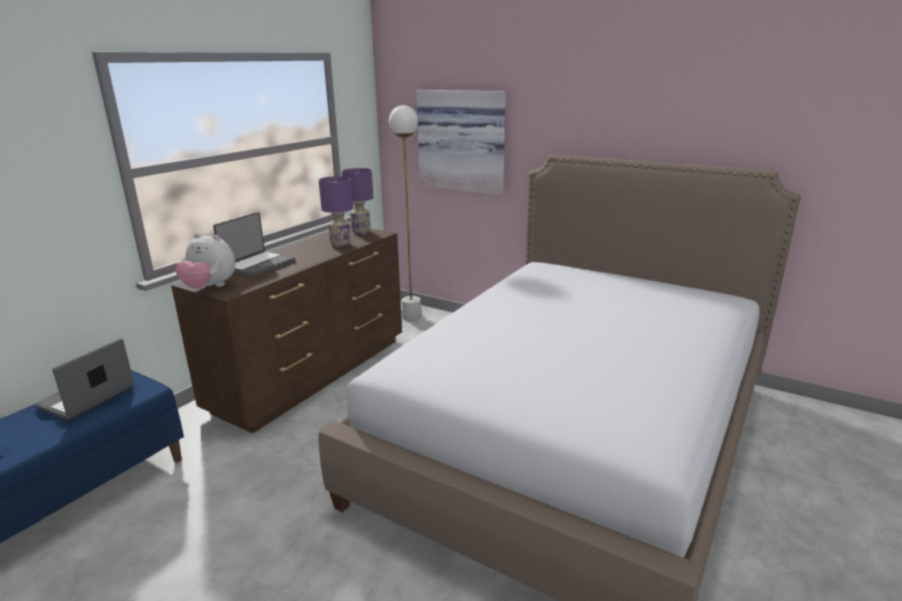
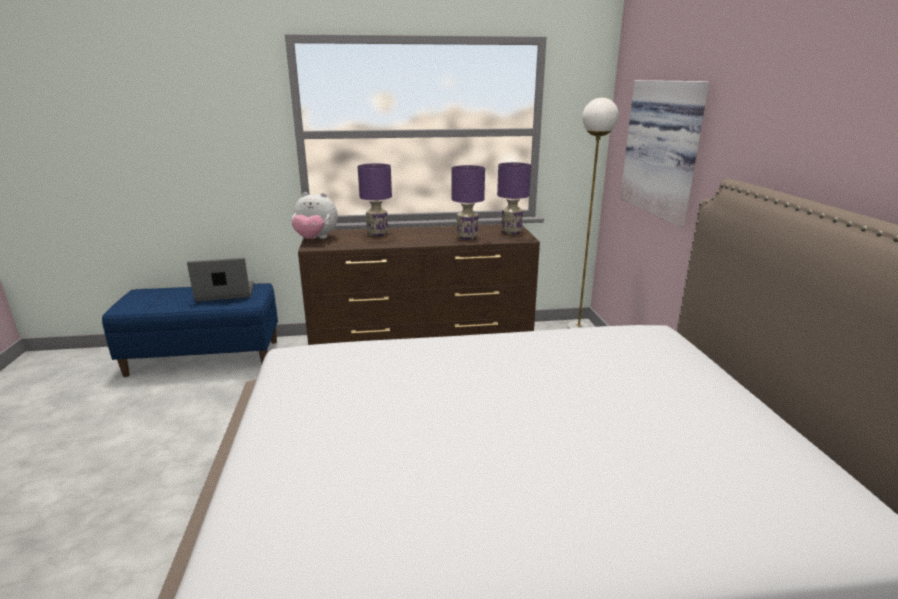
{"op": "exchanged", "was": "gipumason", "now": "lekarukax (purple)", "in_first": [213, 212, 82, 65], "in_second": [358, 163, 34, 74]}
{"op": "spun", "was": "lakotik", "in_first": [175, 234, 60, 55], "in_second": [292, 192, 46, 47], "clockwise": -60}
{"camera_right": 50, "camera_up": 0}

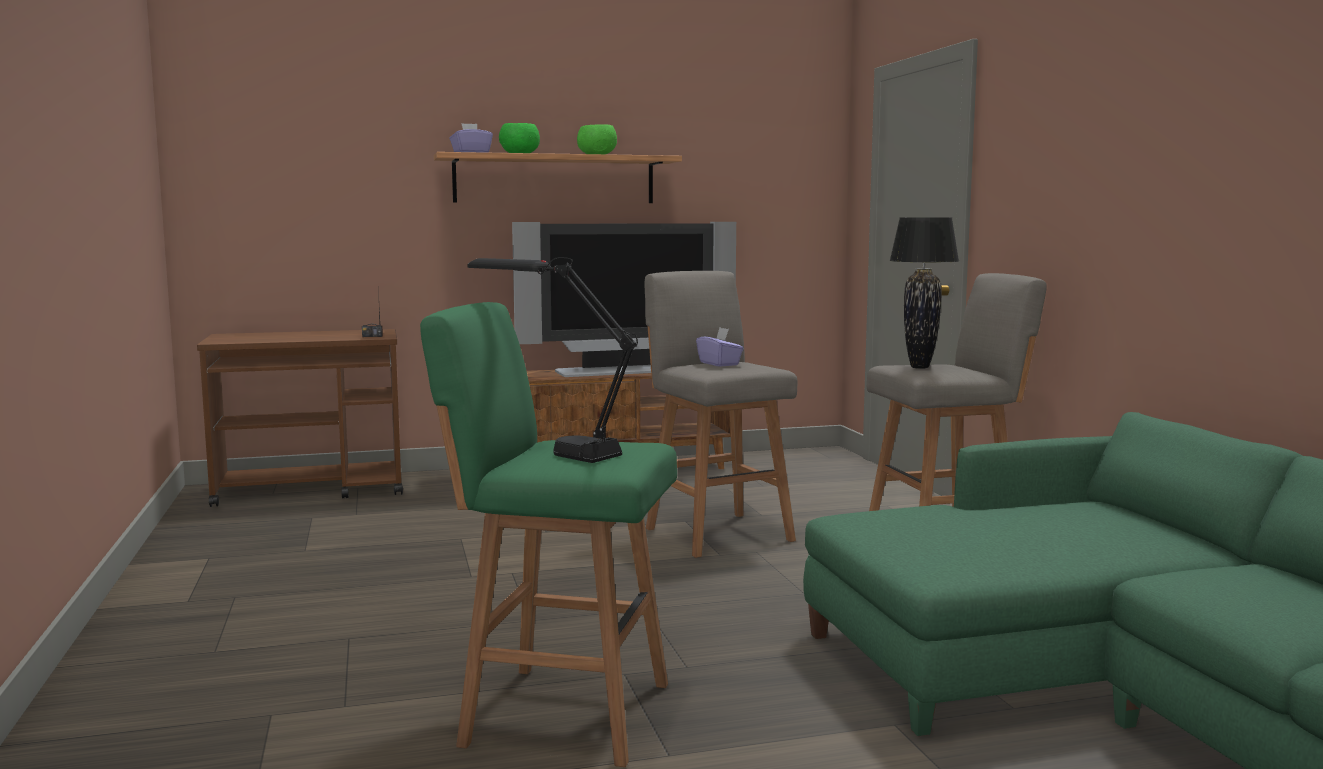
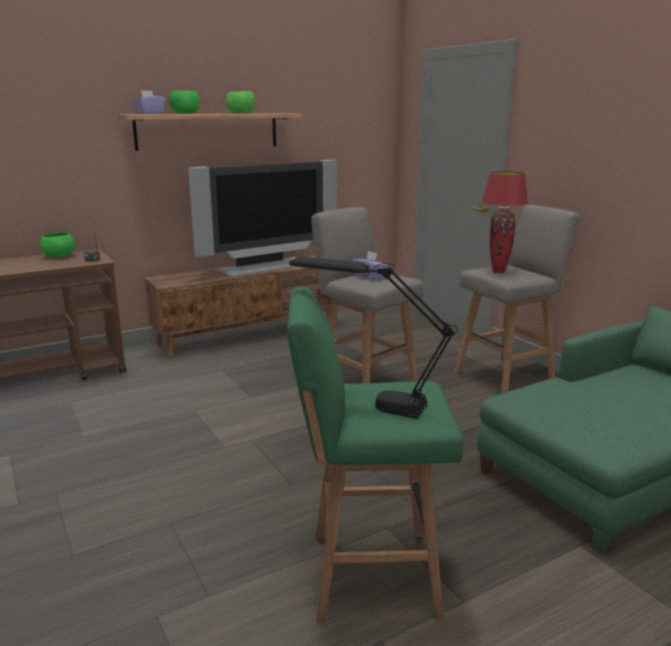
{"op": "colour", "was": "lekarukax (black)", "now": "lekarukax (red)", "in_first": [889, 217, 70, 152], "in_second": [482, 171, 46, 102]}
{"op": "appeared", "now": "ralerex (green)", "in_second": [40, 232, 35, 26]}
{"camera_right": -15, "camera_up": 10}

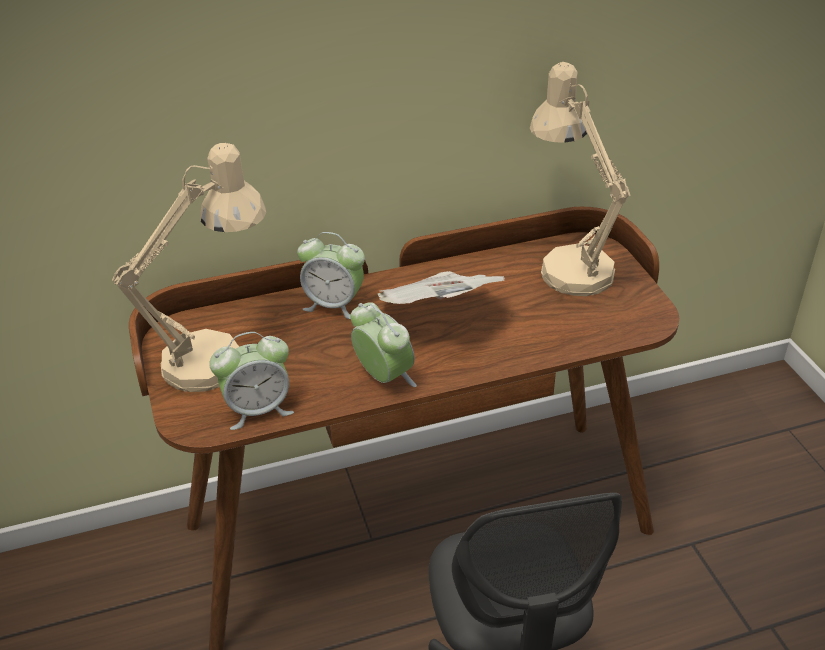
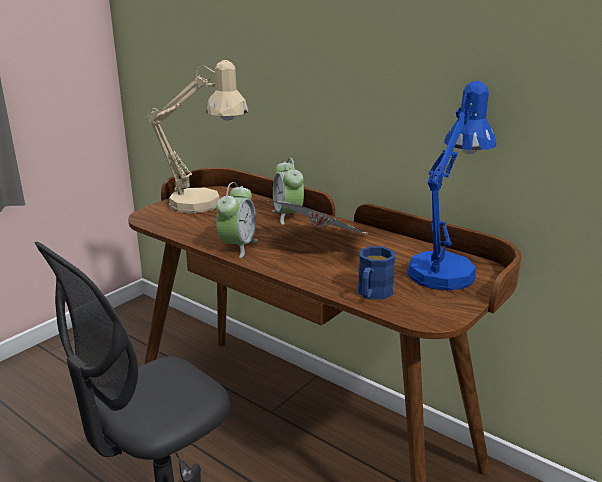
{"op": "colour", "was": "lekarukax (beige)", "now": "lekarukax (blue)", "in_first": [530, 62, 100, 234], "in_second": [407, 81, 89, 210]}
{"op": "missing", "was": "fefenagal", "in_first": [209, 332, 85, 98]}
{"op": "appeared", "now": "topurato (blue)", "in_second": [358, 246, 38, 53]}
{"camera_right": 55, "camera_up": -15}

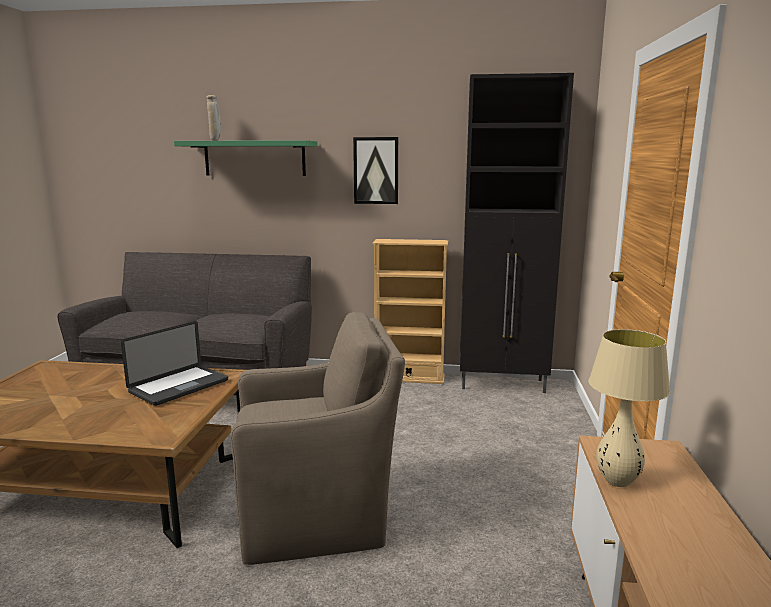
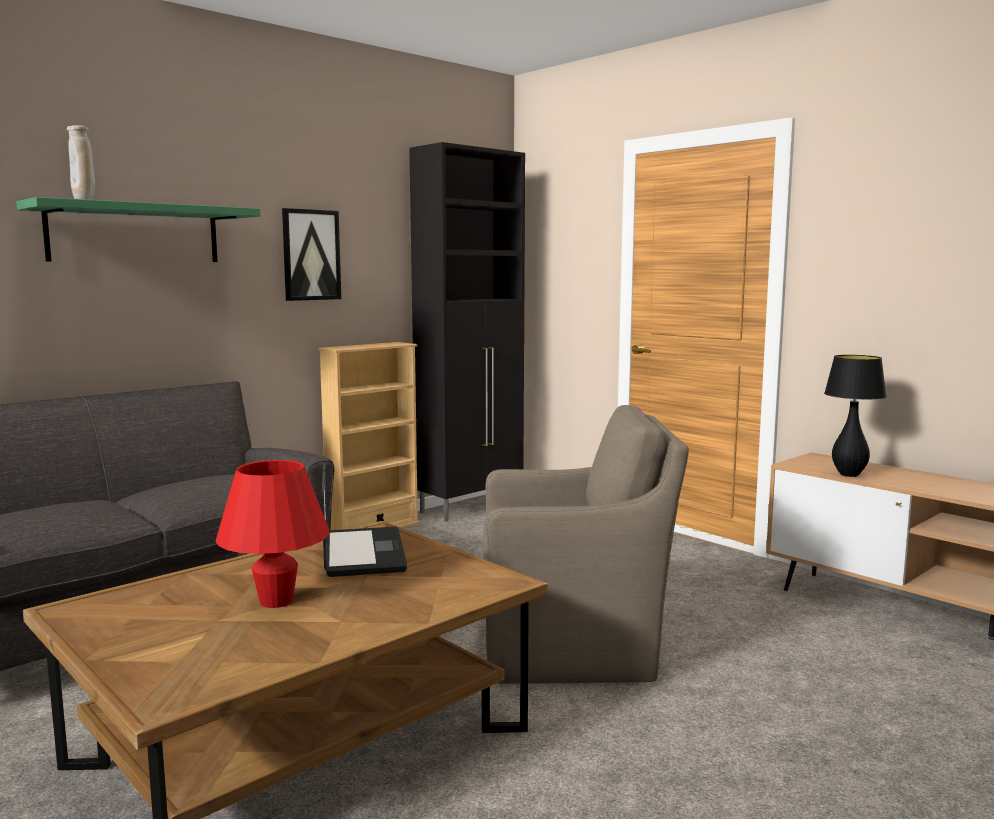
{"op": "spun", "was": "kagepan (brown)", "in_first": [231, 312, 174, 253], "in_second": [483, 405, 206, 279], "clockwise": 60}
{"op": "colour", "was": "lekarukax (beige)", "now": "lekarukax (black)", "in_first": [589, 329, 81, 158], "in_second": [824, 355, 63, 122]}
{"op": "appeared", "now": "lekarukax (red)", "in_second": [216, 460, 113, 148]}
{"camera_right": -50, "camera_up": -5}

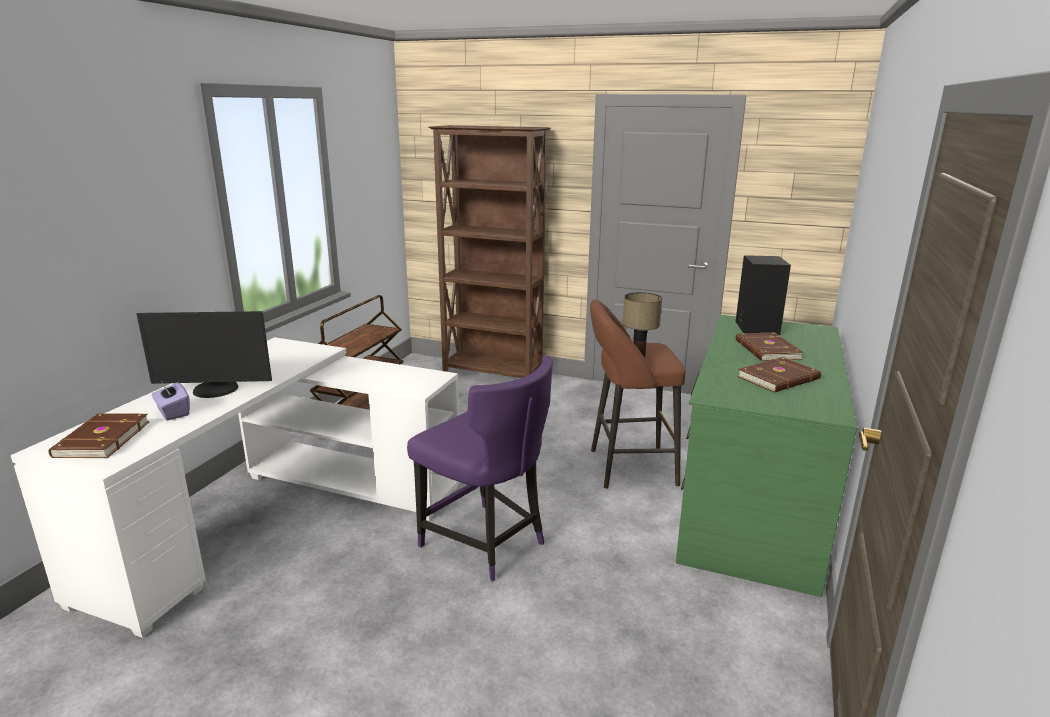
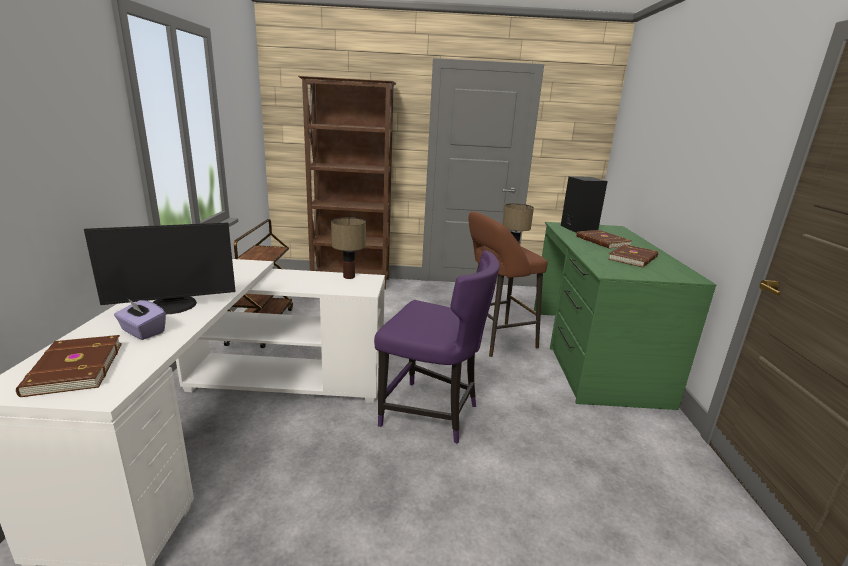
{"op": "appeared", "now": "lekarukax", "in_second": [331, 217, 35, 62]}
{"camera_right": -20, "camera_up": 0}

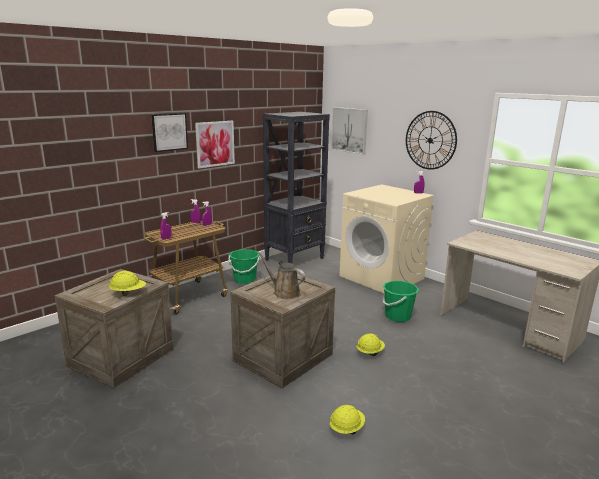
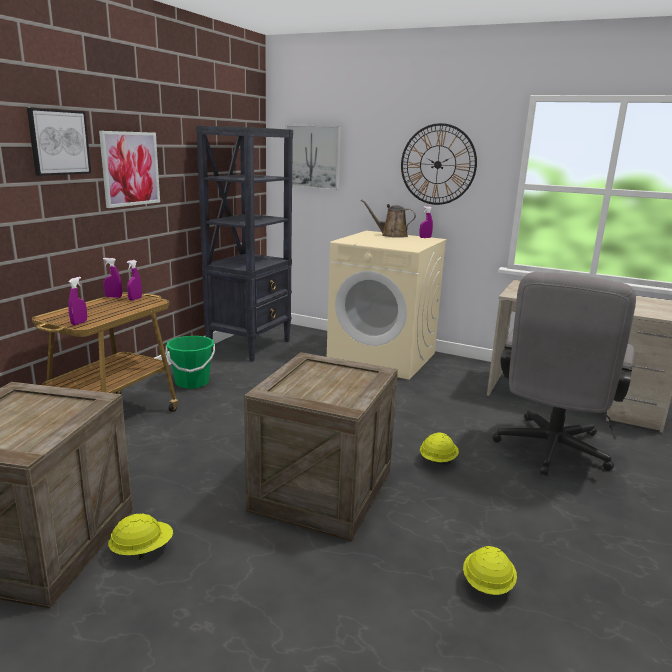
{"op": "relocated", "was": "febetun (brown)", "in_first": [257, 251, 49, 48], "in_second": [361, 199, 55, 39]}
{"op": "relocated", "was": "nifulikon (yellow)", "in_first": [109, 271, 37, 25], "in_second": [108, 513, 65, 47]}
{"op": "missing", "was": "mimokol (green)", "in_first": [383, 281, 36, 41]}
{"op": "appeared", "now": "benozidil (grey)", "in_second": [493, 272, 143, 204]}
{"camera_right": -20, "camera_up": 0}

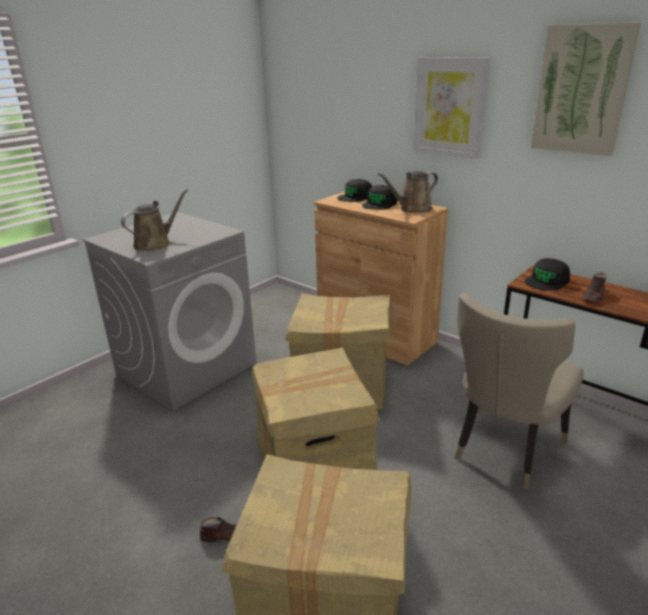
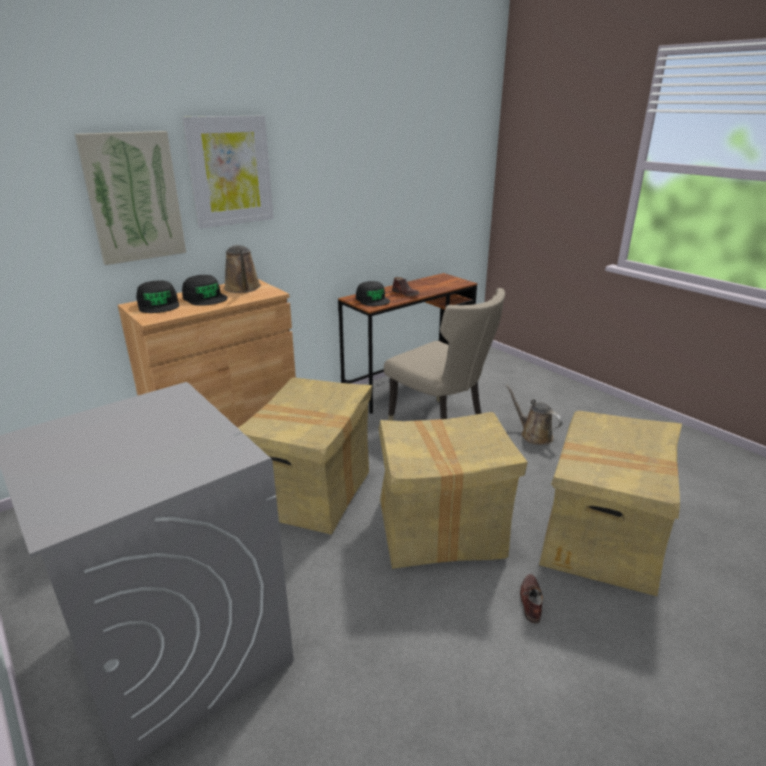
{"op": "relocated", "was": "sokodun", "in_first": [531, 22, 109, 134], "in_second": [75, 131, 111, 134]}
{"op": "relocated", "was": "febetun (brown)", "in_first": [121, 189, 67, 62], "in_second": [506, 385, 57, 60]}
{"camera_right": -80, "camera_up": 0}

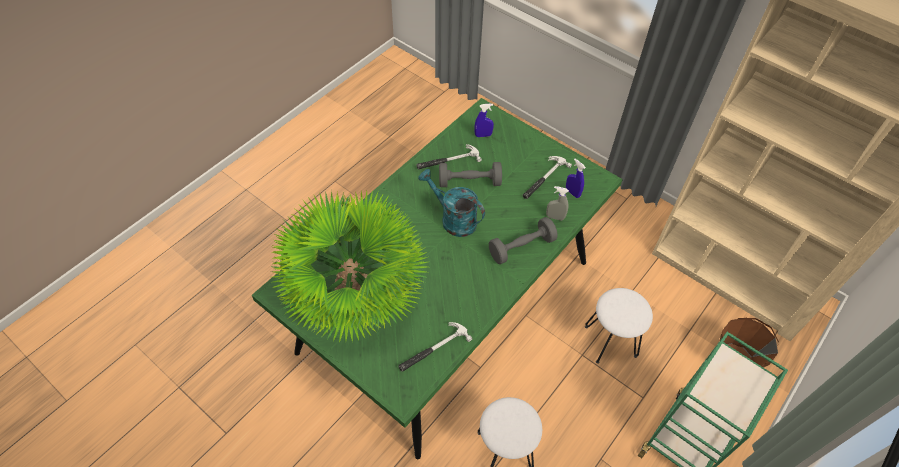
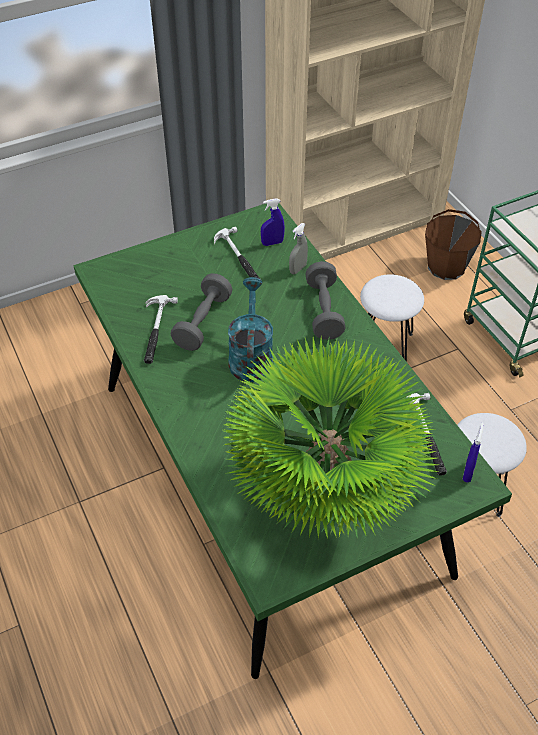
{"op": "relocated", "was": "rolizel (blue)", "in_first": [474, 104, 20, 33], "in_second": [463, 423, 21, 59]}
{"op": "spun", "was": "febetun (turquoise)", "in_first": [418, 169, 67, 68], "in_second": [228, 277, 45, 105], "clockwise": 120}
{"camera_right": -65, "camera_up": -5}

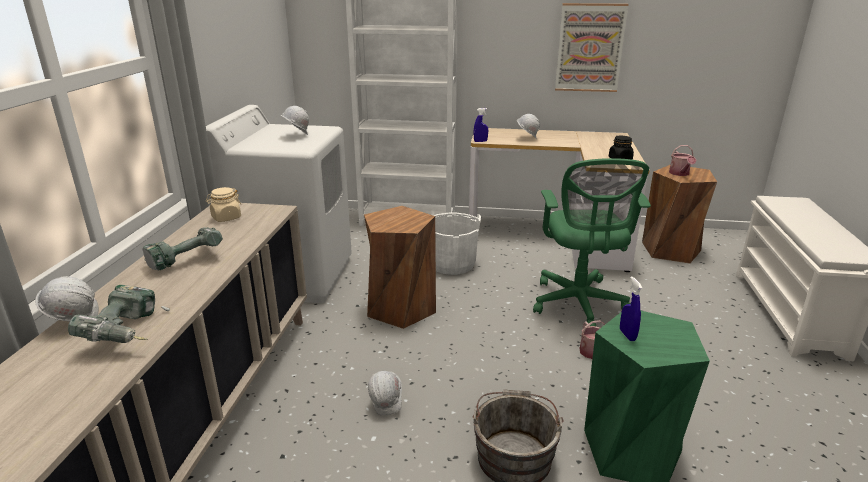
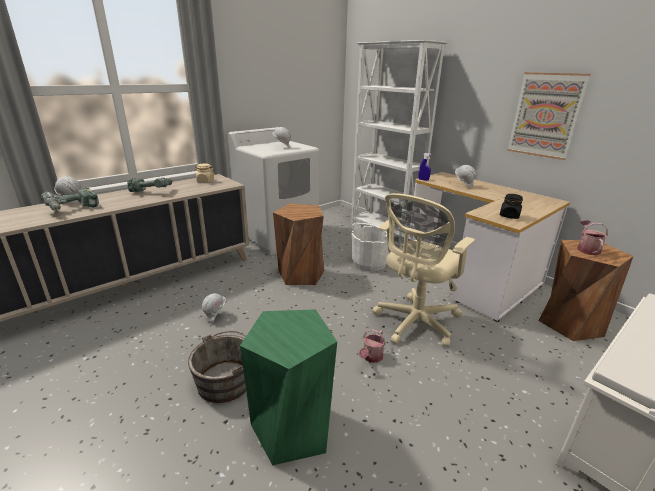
{"op": "spun", "was": "febetun", "in_first": [669, 145, 27, 31], "in_second": [577, 220, 31, 35], "clockwise": 150}
{"op": "colour", "was": "benozidil (green)", "now": "benozidil (beige)", "in_first": [533, 158, 118, 168], "in_second": [372, 193, 103, 154]}
{"op": "missing", "was": "rolizel (blue)", "in_first": [620, 276, 22, 65]}
{"camera_right": 40, "camera_up": 0}

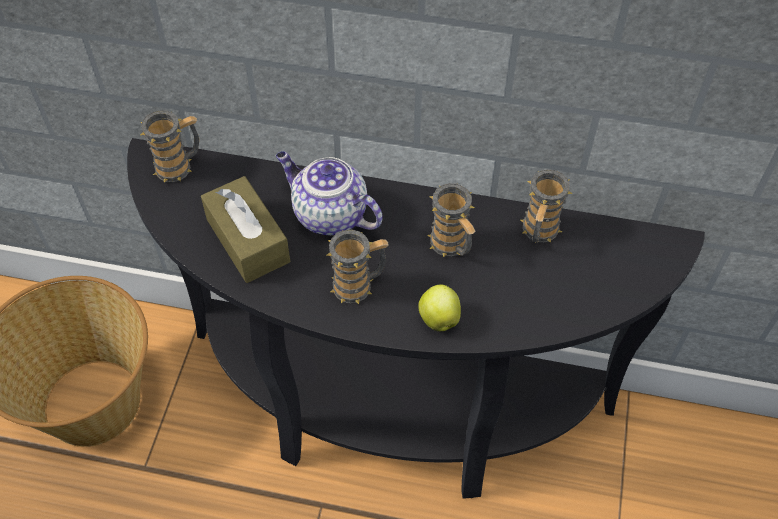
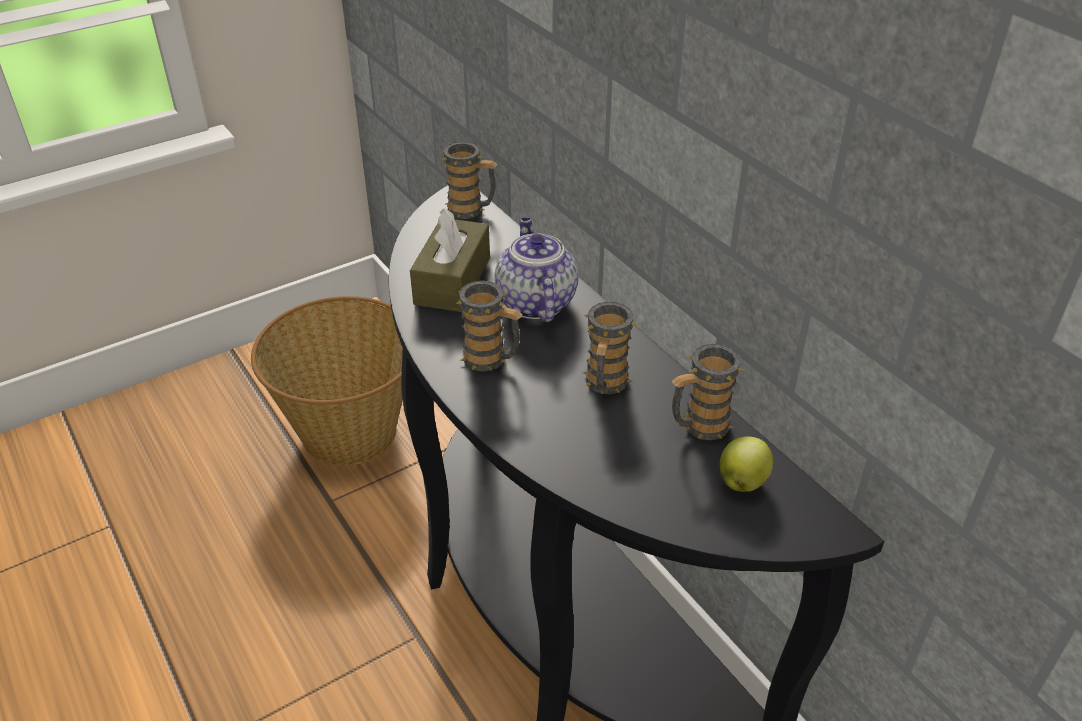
{"op": "relocated", "was": "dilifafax", "in_first": [418, 284, 43, 47], "in_second": [720, 436, 53, 56]}
{"camera_right": 45, "camera_up": -15}

